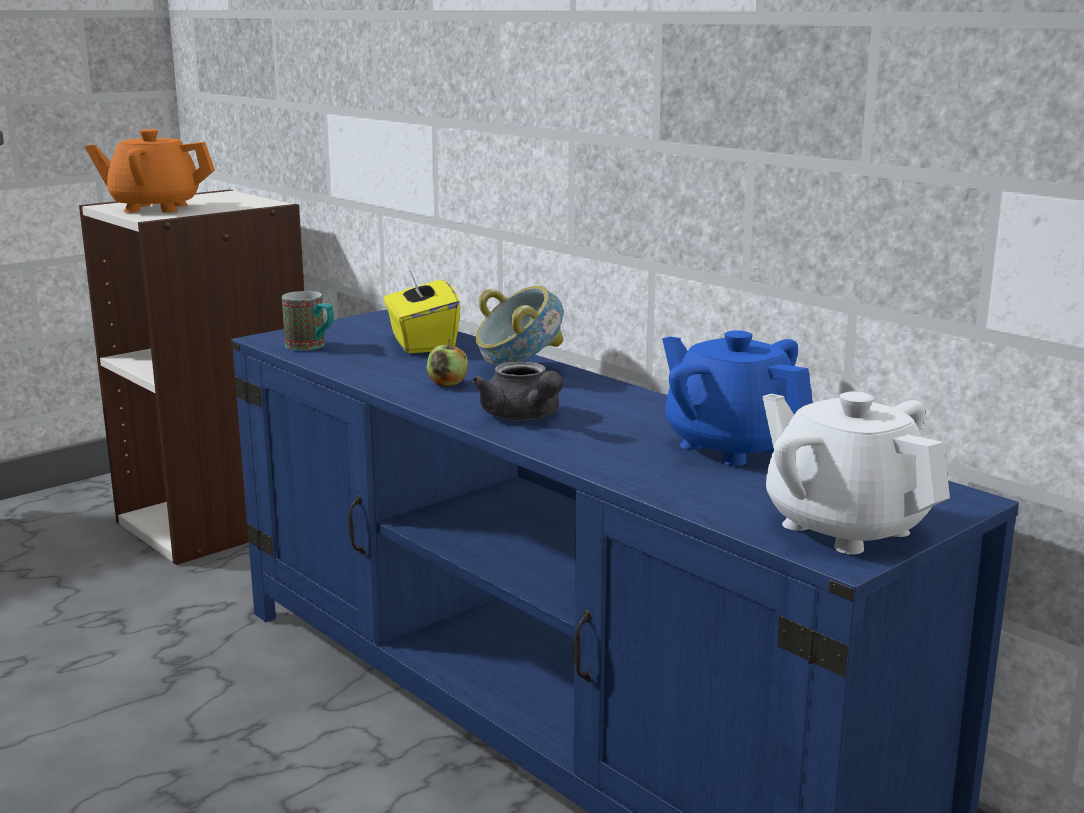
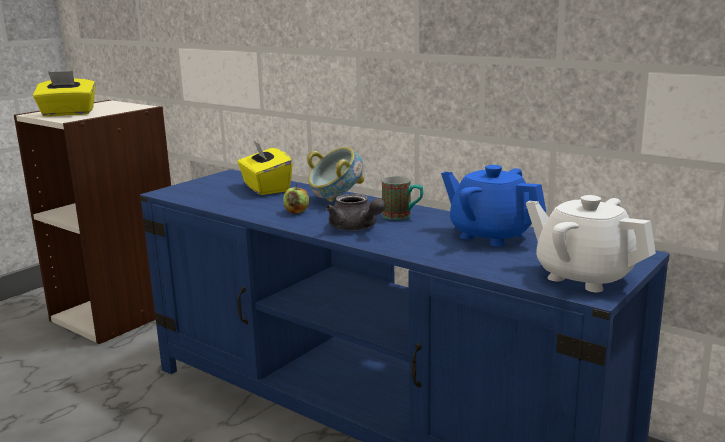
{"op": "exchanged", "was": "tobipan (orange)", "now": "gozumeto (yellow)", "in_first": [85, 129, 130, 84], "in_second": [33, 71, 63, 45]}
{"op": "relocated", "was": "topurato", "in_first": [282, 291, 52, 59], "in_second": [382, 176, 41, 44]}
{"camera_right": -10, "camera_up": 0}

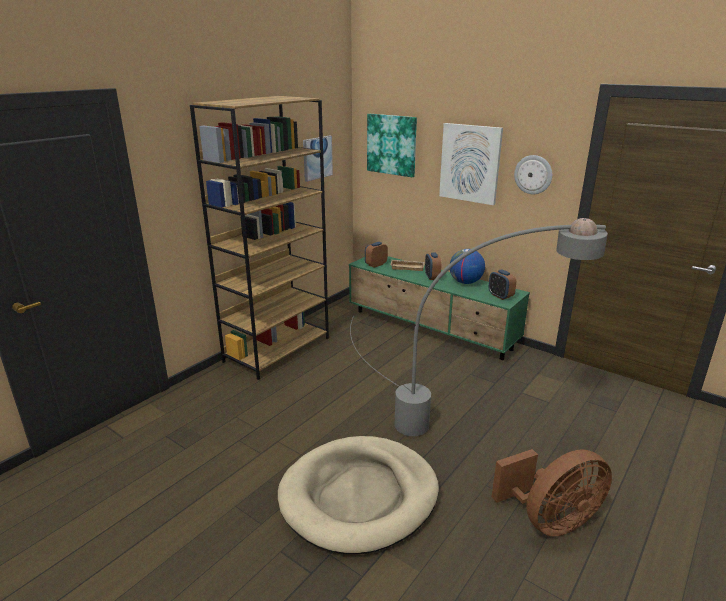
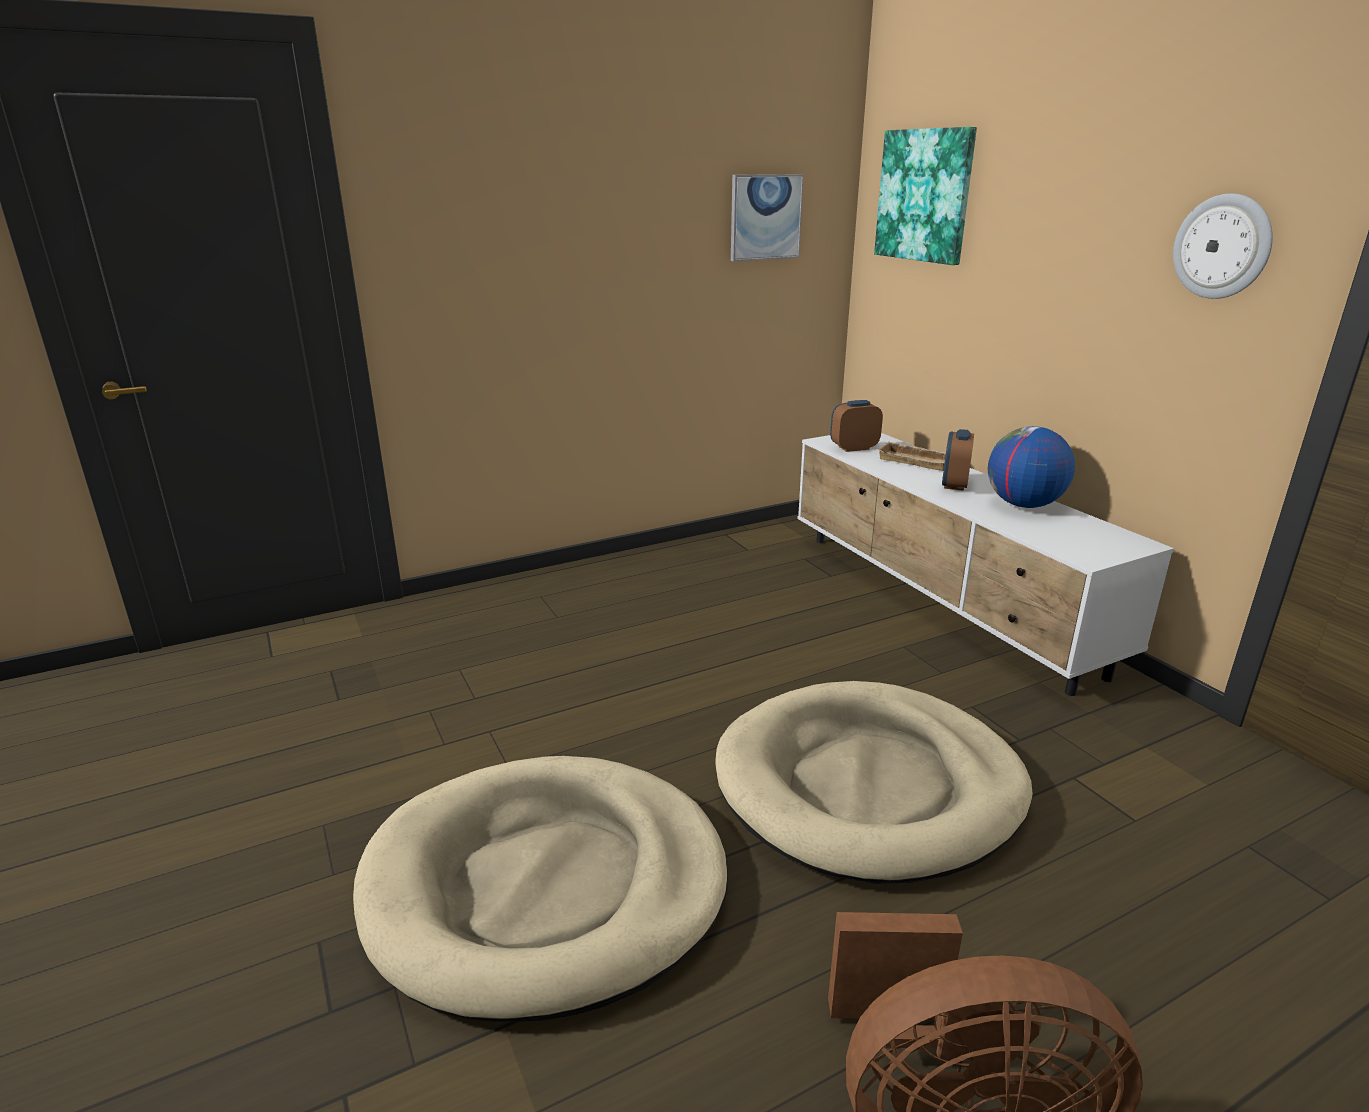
{"op": "missing", "was": "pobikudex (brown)", "in_first": [190, 96, 139, 284]}
{"op": "missing", "was": "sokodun", "in_first": [439, 123, 64, 82]}
{"op": "exchanged", "was": "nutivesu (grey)", "now": "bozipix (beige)", "in_first": [350, 218, 258, 218], "in_second": [715, 681, 318, 203]}
{"op": "colour", "was": "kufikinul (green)", "now": "kufikinul (white)", "in_first": [349, 256, 181, 104], "in_second": [798, 433, 376, 263]}
{"op": "missing", "was": "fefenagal", "in_first": [489, 269, 27, 31]}
{"camera_right": 25, "camera_up": 0}

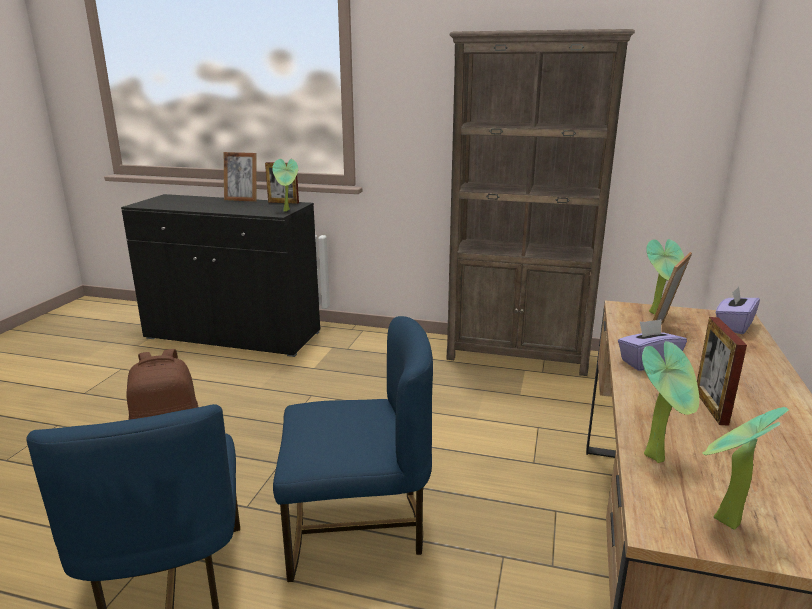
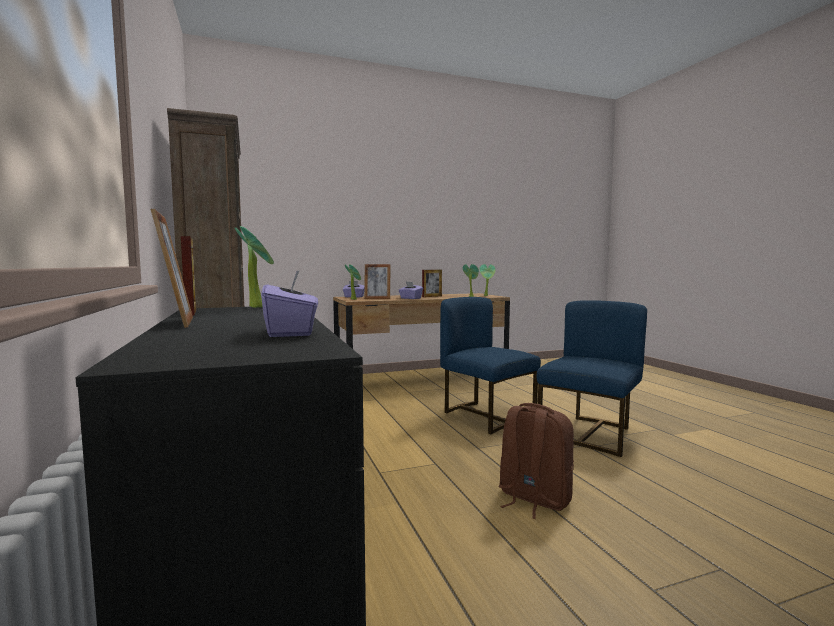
{"op": "appeared", "now": "gozumeto (purple)", "in_second": [261, 270, 57, 67]}
{"camera_right": -125, "camera_up": -15}

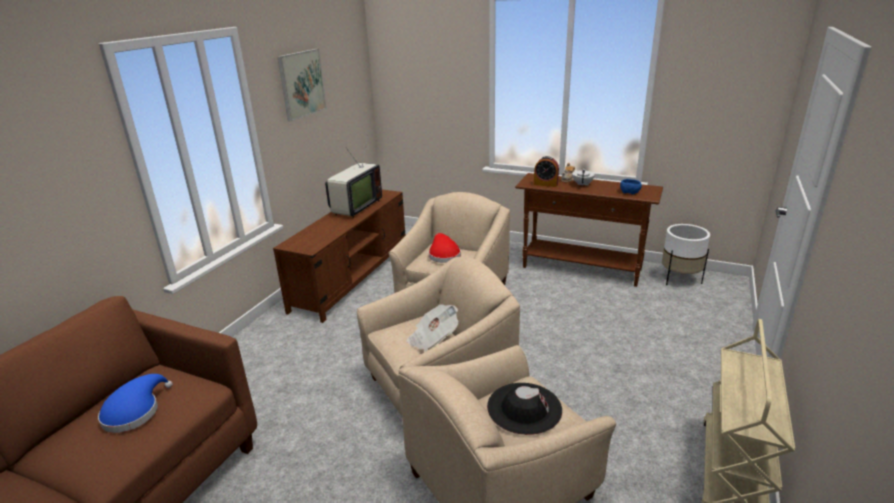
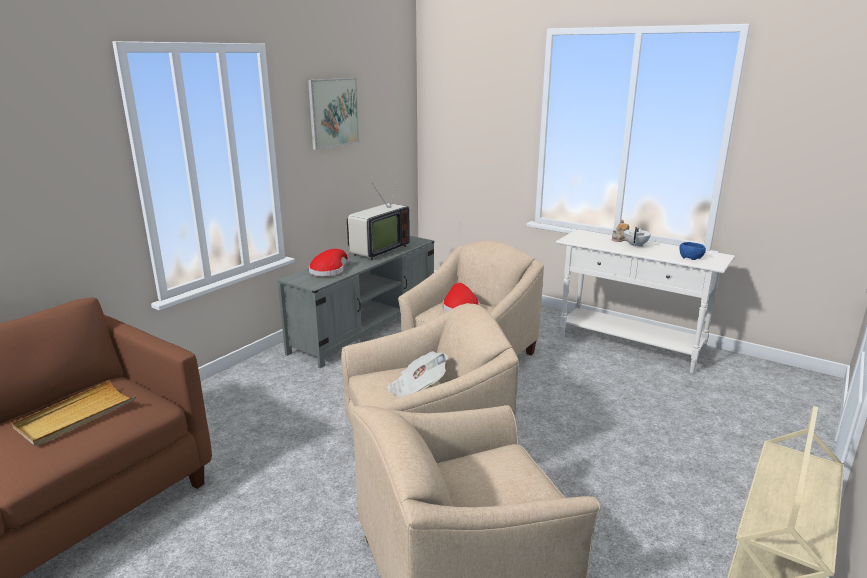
{"op": "missing", "was": "fefenagal", "in_first": [534, 156, 25, 31]}
{"op": "colour", "was": "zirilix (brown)", "now": "zirilix (white)", "in_first": [515, 173, 148, 114], "in_second": [556, 230, 179, 143]}
{"op": "colour", "was": "kufikinul (brown)", "now": "kufikinul (grey)", "in_first": [273, 189, 132, 134], "in_second": [277, 236, 157, 132]}
{"op": "missing", "was": "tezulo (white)", "in_first": [662, 224, 48, 61]}
{"op": "exchanged", "was": "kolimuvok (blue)", "now": "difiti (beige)", "in_first": [98, 374, 75, 59], "in_second": [12, 380, 124, 67]}
{"op": "missing", "was": "kolimuvok (black)", "in_first": [487, 383, 75, 52]}
{"op": "appeared", "now": "kolimuvok (red)", "in_second": [309, 249, 41, 27]}
{"camera_right": 10, "camera_up": -5}

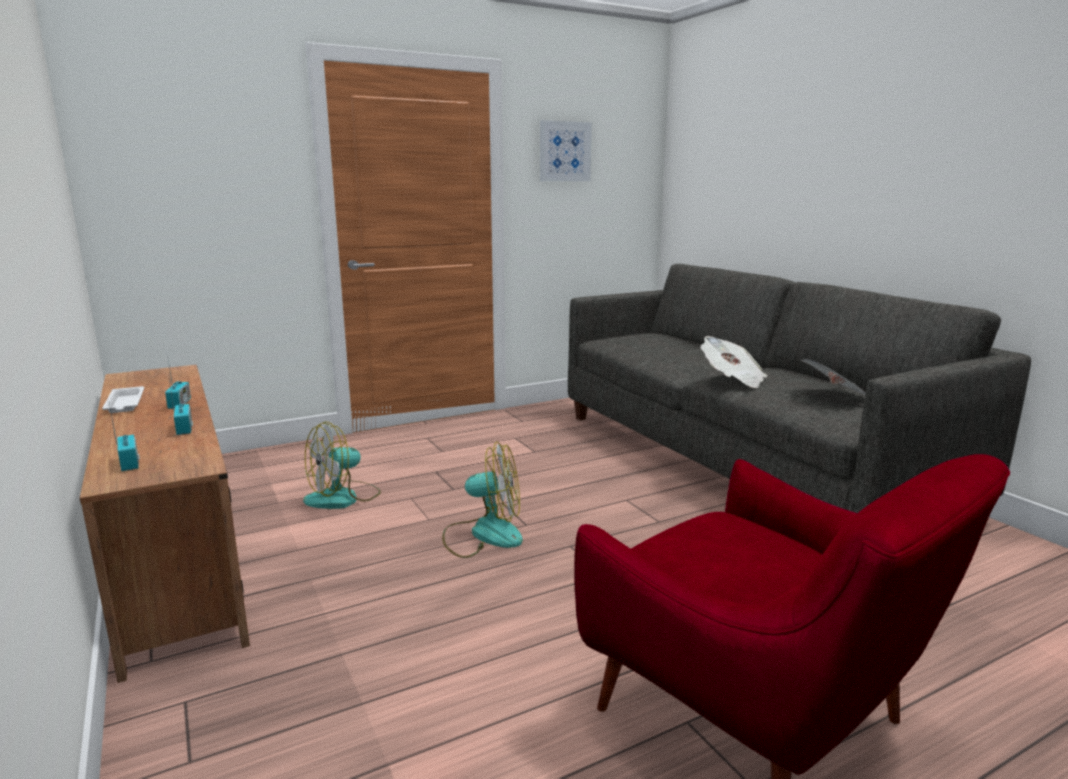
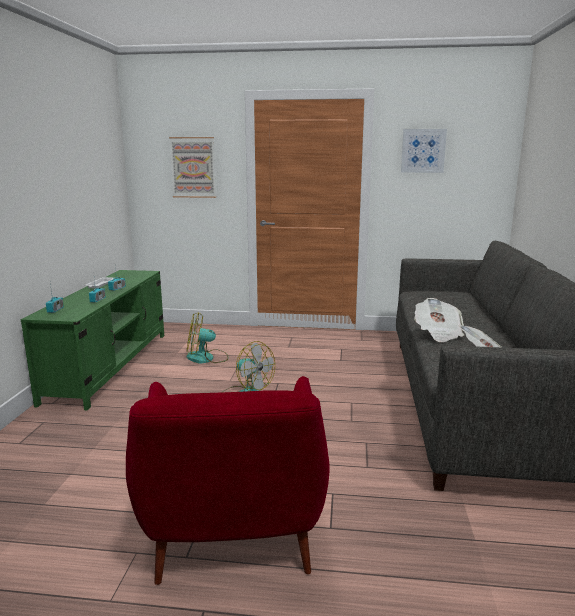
{"op": "colour", "was": "kufikinul (brown)", "now": "kufikinul (green)", "in_first": [80, 365, 170, 318], "in_second": [21, 270, 143, 140]}
{"op": "appeared", "now": "sokodun", "in_second": [169, 137, 47, 61]}
{"camera_right": 35, "camera_up": 0}

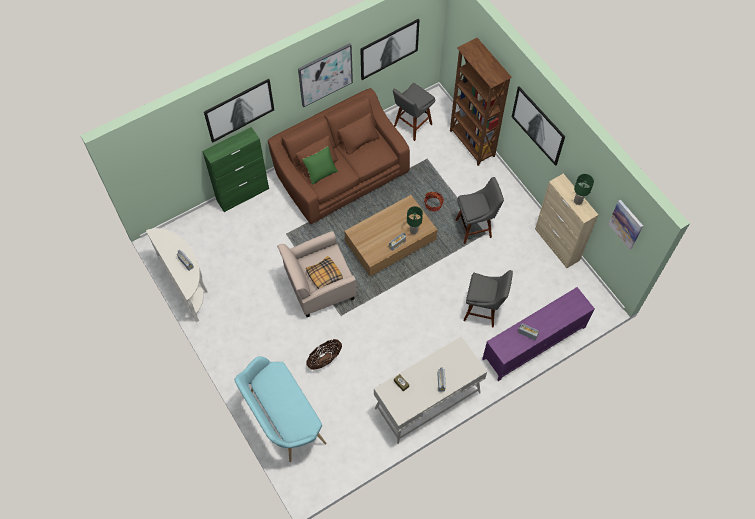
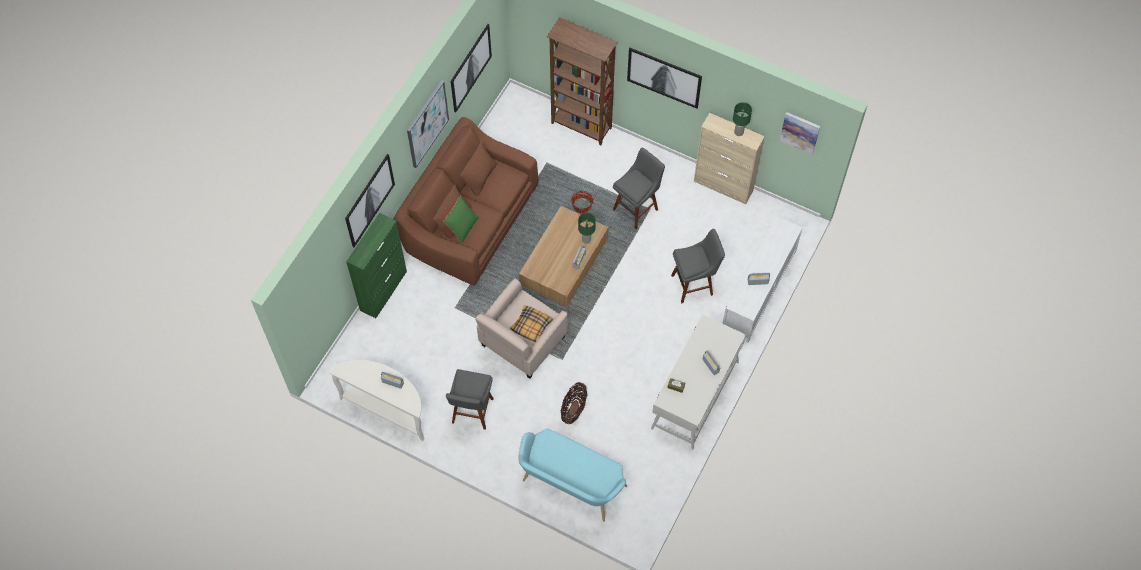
{"op": "relocated", "was": "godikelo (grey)", "in_first": [393, 83, 42, 58], "in_second": [446, 369, 48, 61]}
{"op": "colour", "was": "kufikinul (purple)", "now": "kufikinul (white)", "in_first": [482, 287, 113, 94], "in_second": [722, 215, 81, 127]}
{"camera_right": -30, "camera_up": 0}

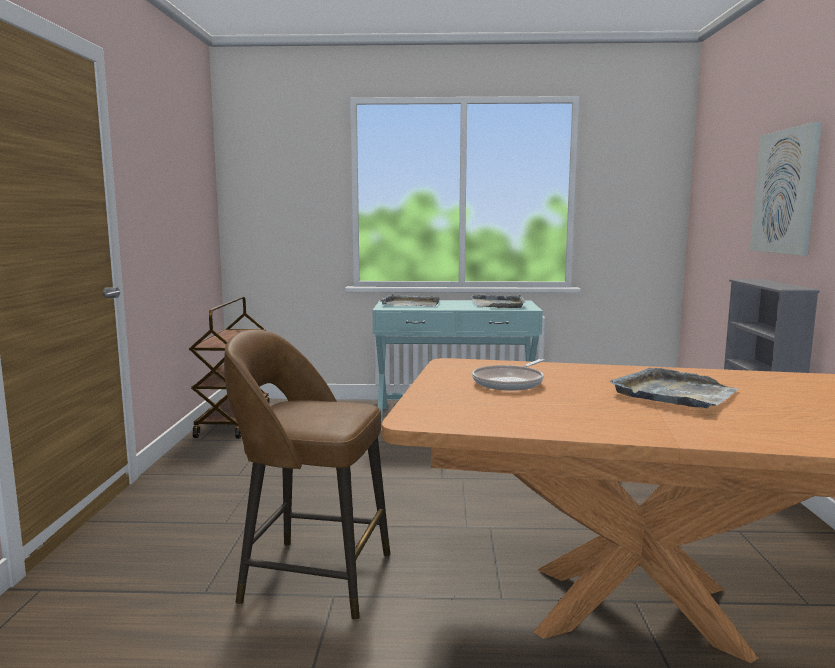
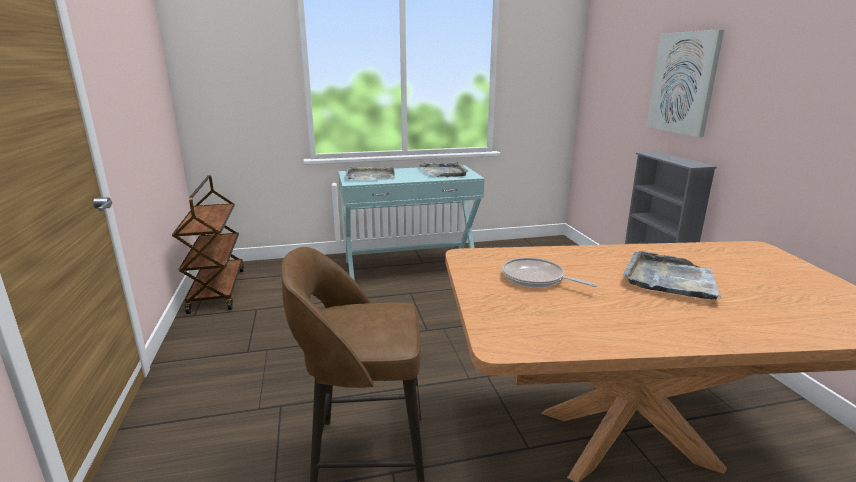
{"op": "spun", "was": "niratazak", "in_first": [472, 359, 73, 32], "in_second": [502, 257, 95, 31], "clockwise": 105}
{"camera_right": -15, "camera_up": 10}

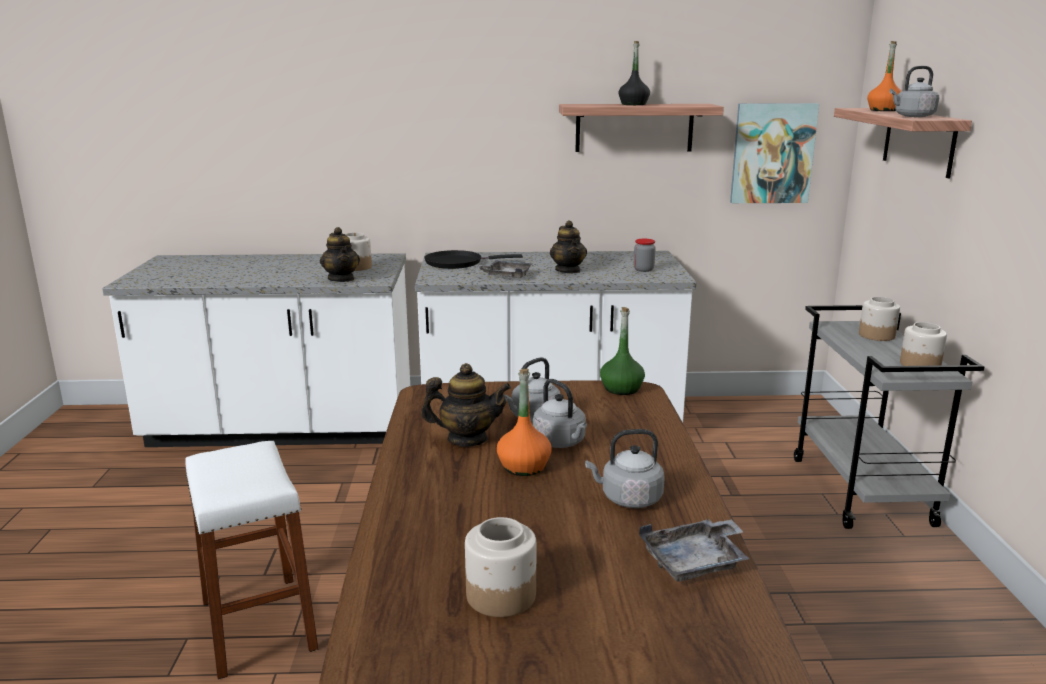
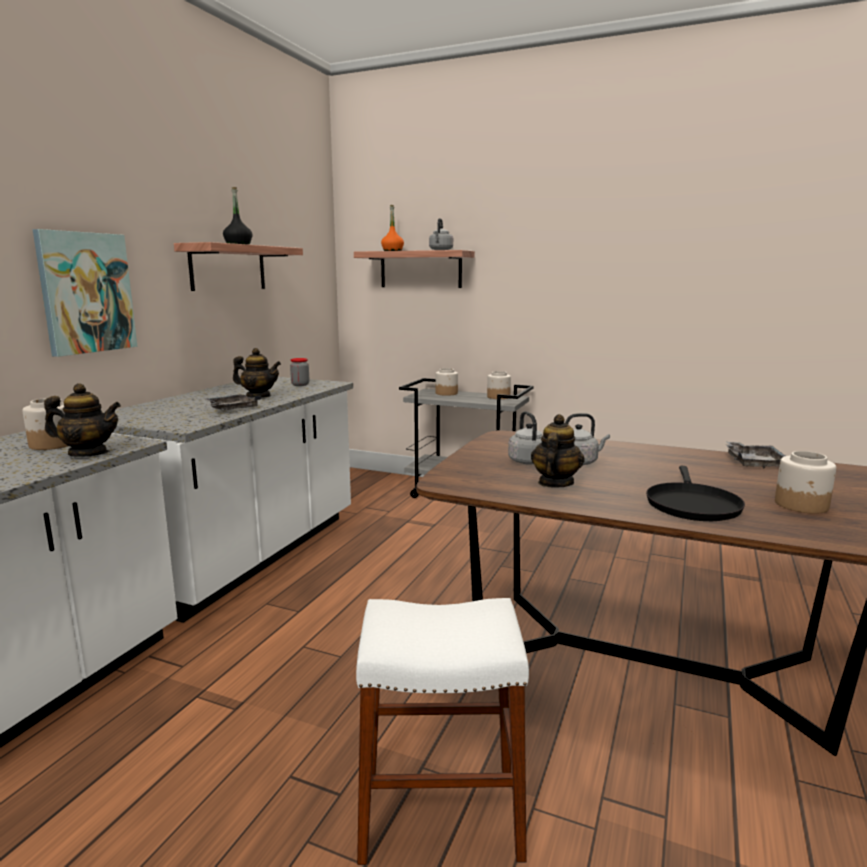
{"op": "relocated", "was": "sokodun", "in_first": [730, 103, 89, 100], "in_second": [33, 229, 104, 128]}
{"op": "relocated", "was": "niratazak (black)", "in_first": [424, 250, 99, 19], "in_second": [646, 466, 99, 55]}
{"op": "missing", "was": "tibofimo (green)", "in_first": [600, 307, 45, 88]}
{"op": "missing", "was": "tibofimo (orange)", "in_first": [497, 369, 55, 107]}
{"op": "missing", "was": "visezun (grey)", "in_first": [585, 429, 80, 79]}
{"camera_right": -65, "camera_up": -5}

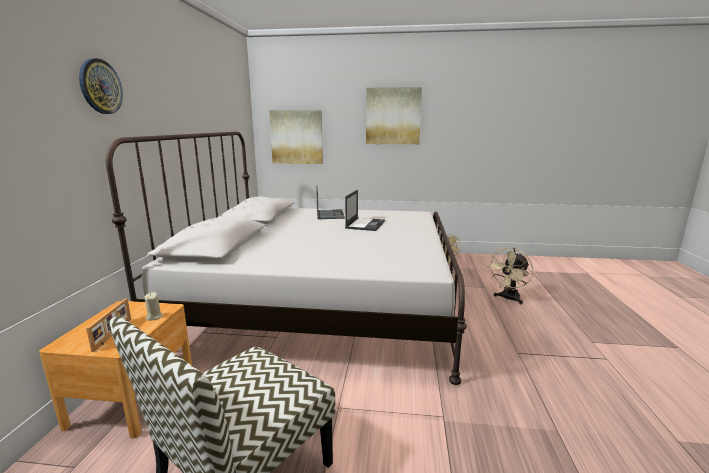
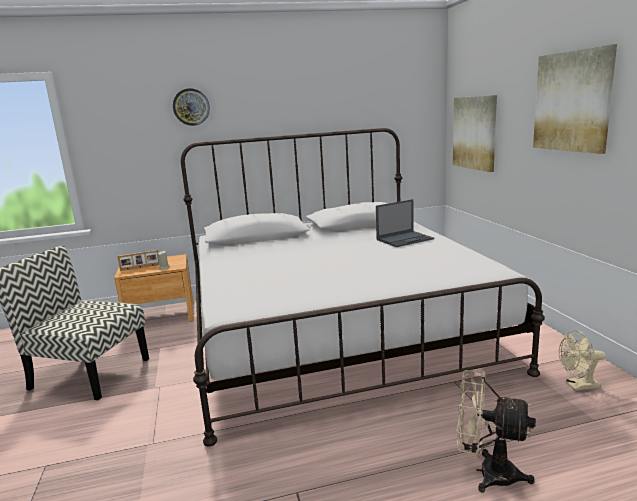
{"op": "missing", "was": "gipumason", "in_first": [345, 190, 40, 41]}
{"camera_right": 70, "camera_up": 0}

